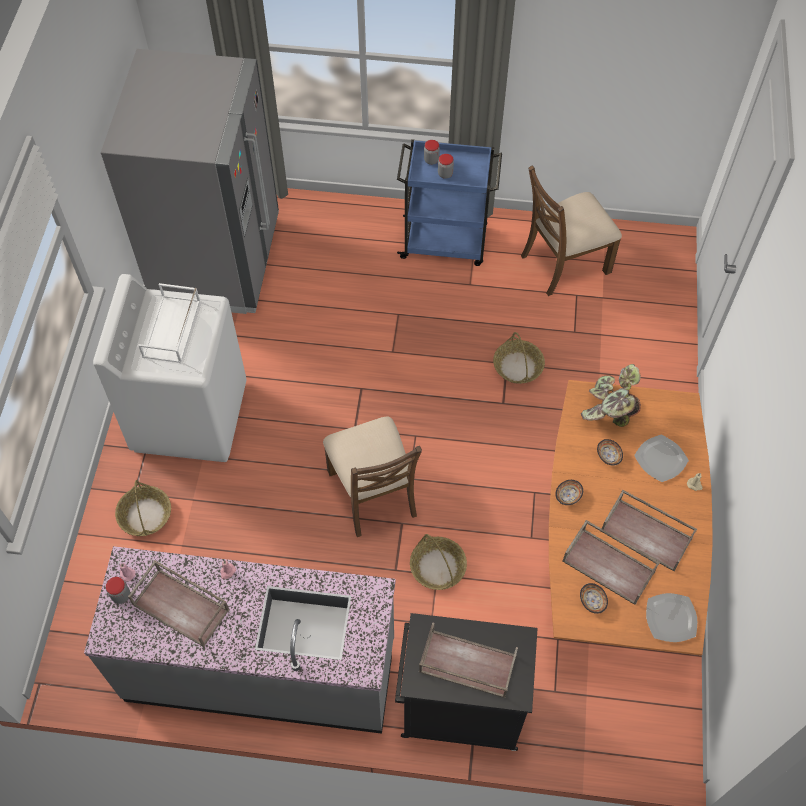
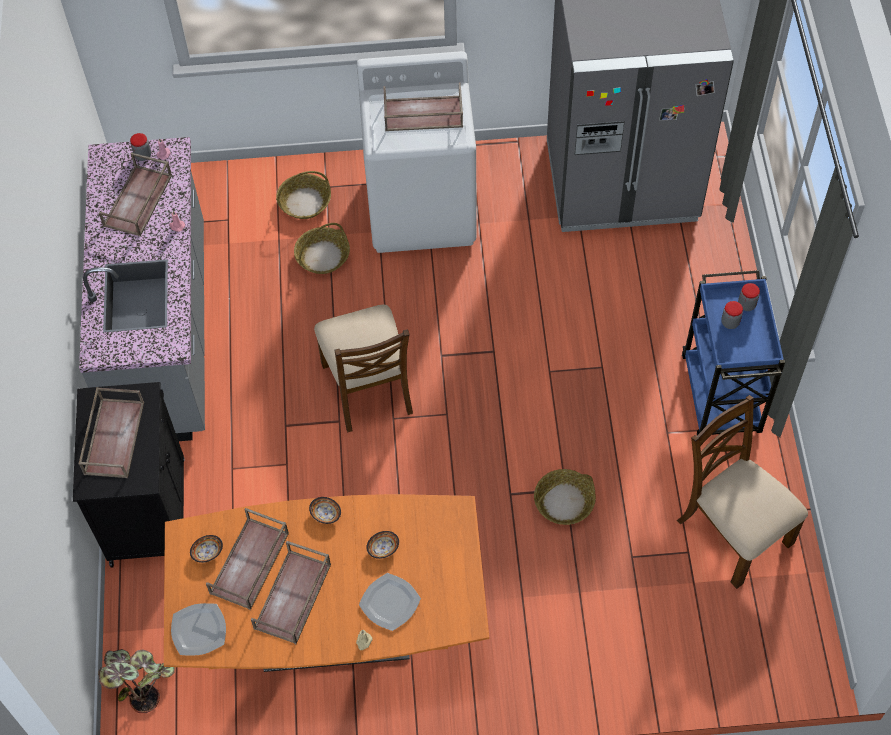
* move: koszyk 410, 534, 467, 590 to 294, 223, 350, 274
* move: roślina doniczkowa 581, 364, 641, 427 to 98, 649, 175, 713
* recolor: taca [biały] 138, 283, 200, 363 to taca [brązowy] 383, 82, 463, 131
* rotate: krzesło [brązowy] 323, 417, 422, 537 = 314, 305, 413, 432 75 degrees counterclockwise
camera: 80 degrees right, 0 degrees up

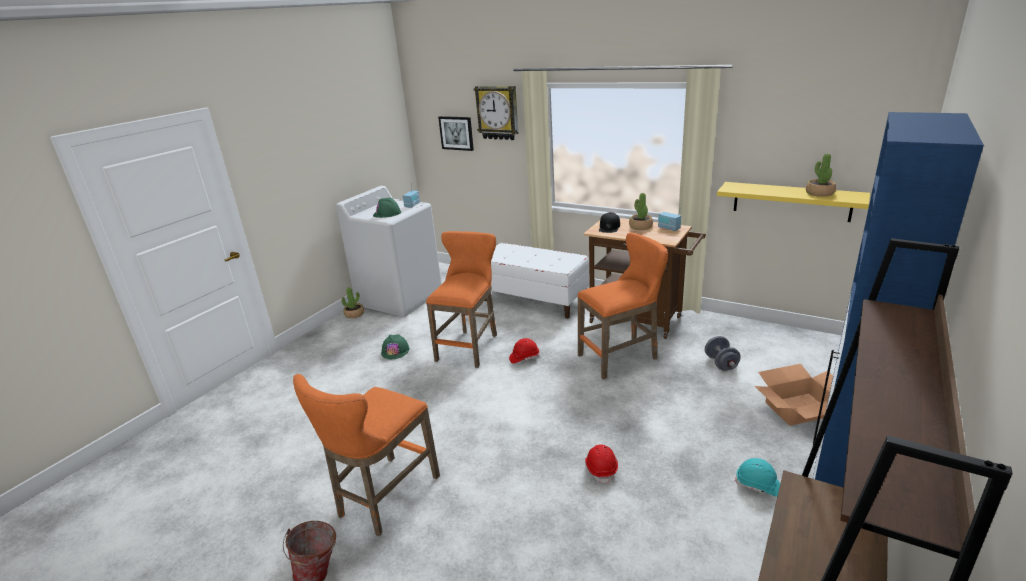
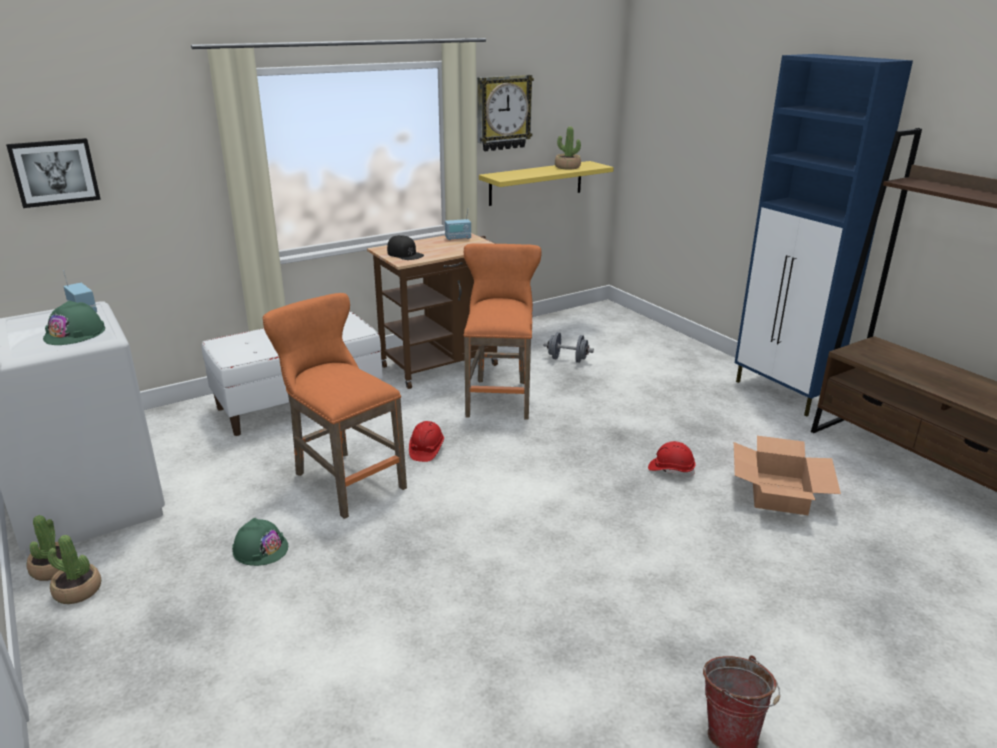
* delete: stołek [pomarańczowy] 293, 374, 440, 536
* delete: kask [turkusowy] 735, 458, 780, 497
* move: zegar ścienny 474, 86, 519, 140 to 477, 75, 534, 151
* move: roślina doniczkowa 629, 193, 653, 230 to 48, 535, 101, 604
* move: karton 755, 364, 833, 426 to 734, 436, 841, 515
camera: 65 degrees left, 0 degrees up

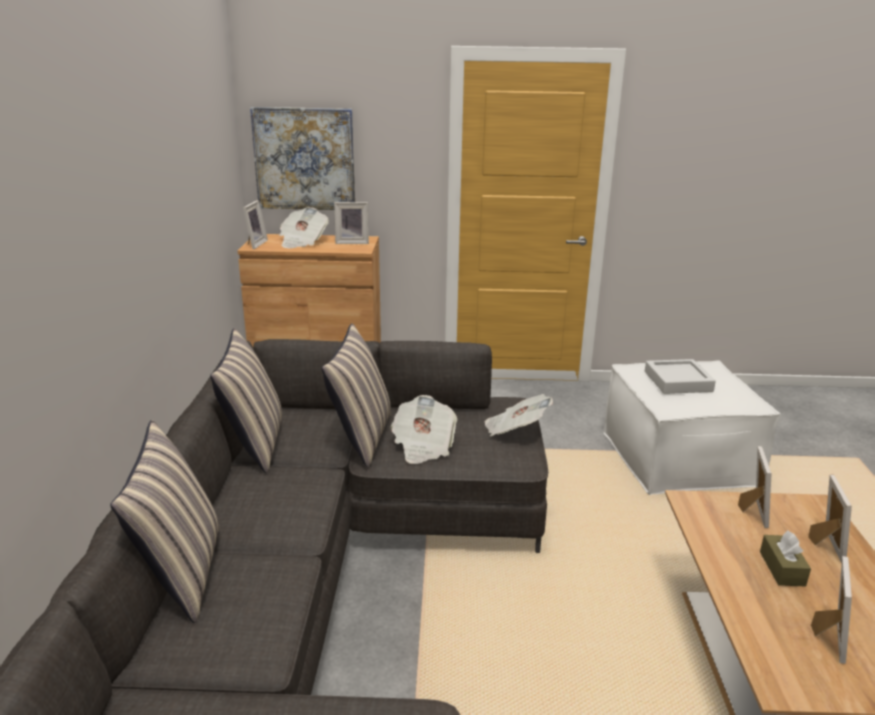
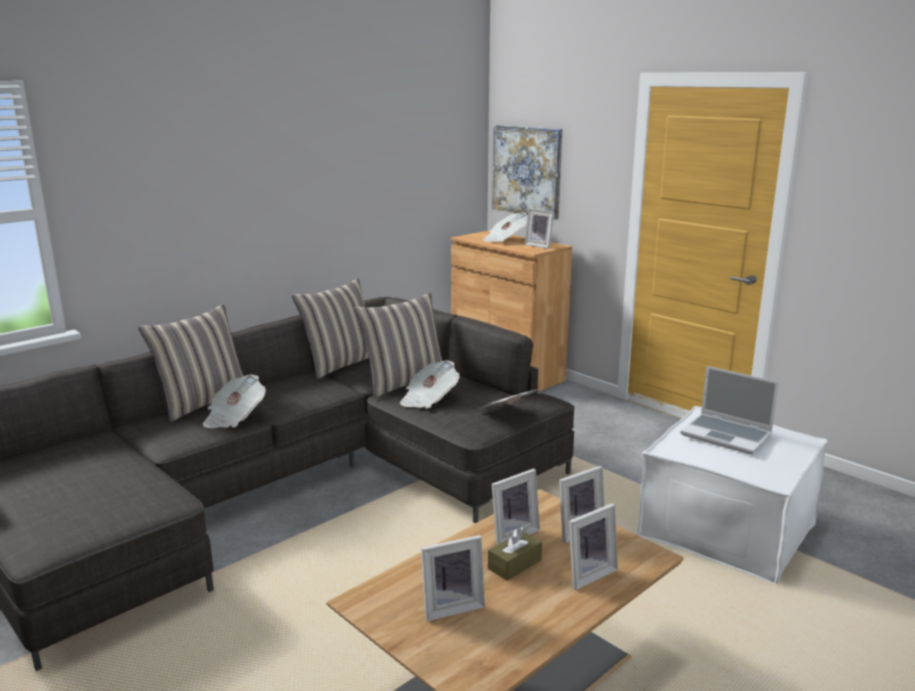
* insert: gazeta 203, 375, 266, 428
* move: ramka na zdjęcie 243, 200, 268, 249 to 492, 469, 540, 545
* replace: taca [szary] 645, 359, 716, 394 to laptop 680, 366, 779, 455
camera: 45 degrees right, 5 degrees down

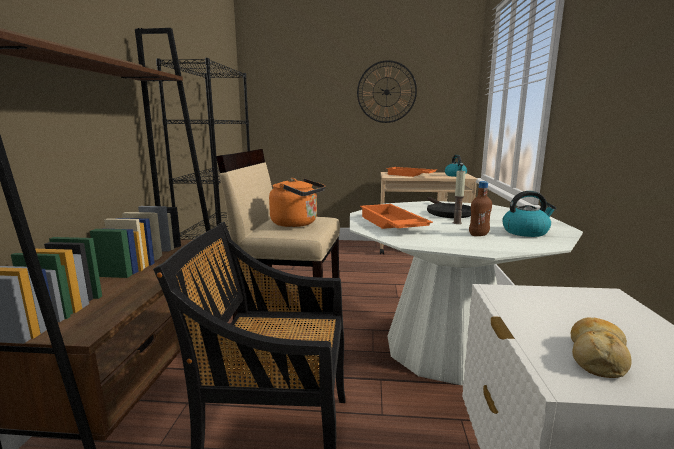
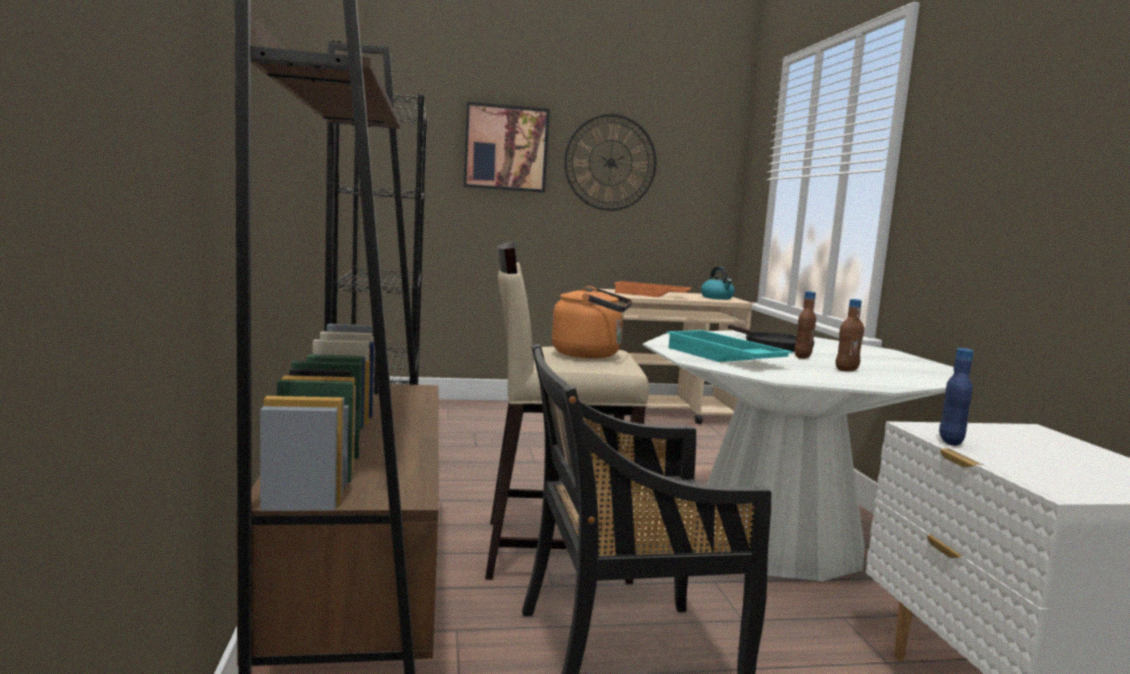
* delete: czajnik 502, 191, 556, 237
* delete: chleb 571, 317, 632, 378
* insert: obraz 463, 102, 550, 193
* insert: butelka [niebieski] 939, 348, 974, 446
* replace: świeca 452, 171, 466, 224 to butelka [brązowy] 795, 291, 816, 359
* recolor: taca [pomarańczowy] 360, 204, 433, 229 to taca [turkusowy] 666, 330, 793, 362
camera: 15 degrees left, 5 degrees down

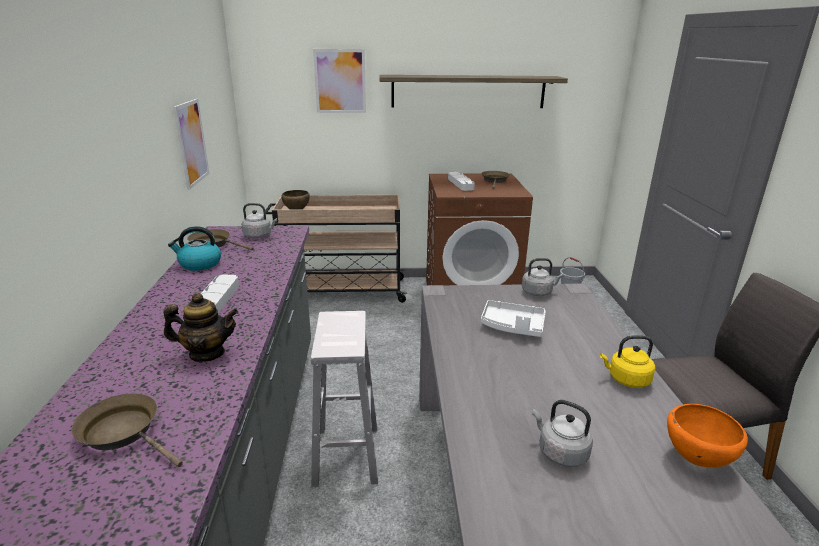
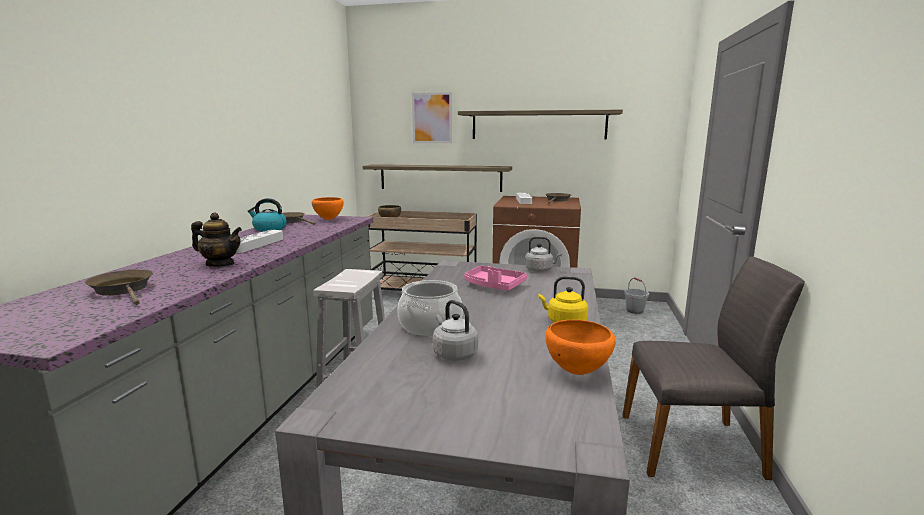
* delete: obraz 173, 99, 210, 190
* insert: półka 363, 164, 512, 192
* insert: garnek 397, 280, 463, 336
* replace: czajnik [szary] 242, 203, 277, 238 to miska [pomarańczowy] 312, 197, 344, 220
* recolor: taca [biały] 481, 300, 546, 337 to taca [różowy] 464, 266, 527, 291
camera: 15 degrees right, 10 degrees down

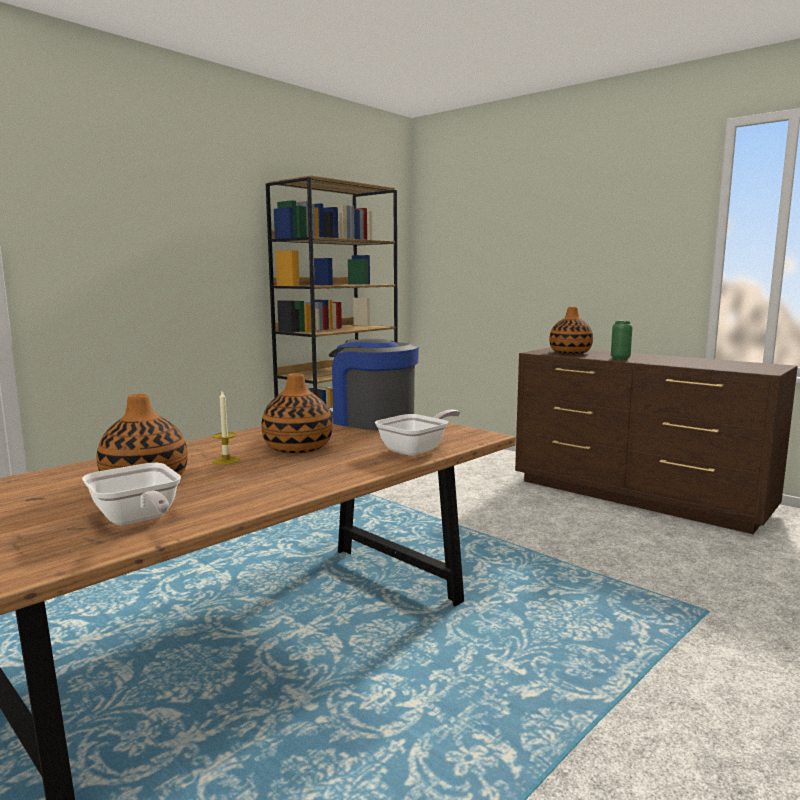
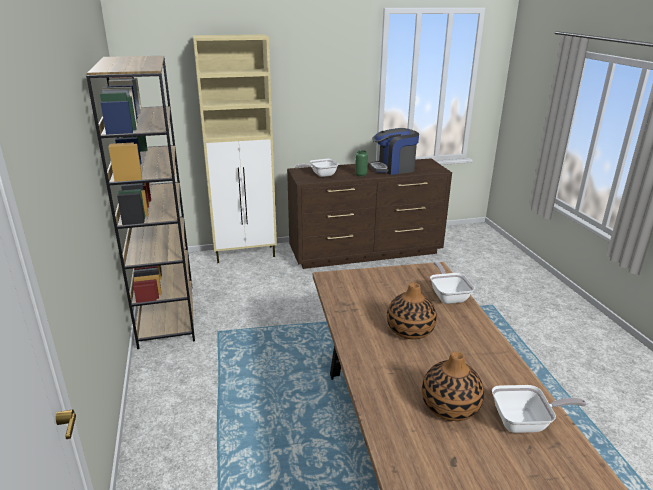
* delete: świeca 212, 391, 240, 465
* insert: szafka [beżowy] 193, 34, 277, 263
* move: ekspres do kawy 328, 339, 419, 431 to 369, 128, 419, 175
* replace: wazon 549, 307, 593, 354 to patelnia 295, 159, 339, 177
camera: 55 degrees left, 15 degrees up

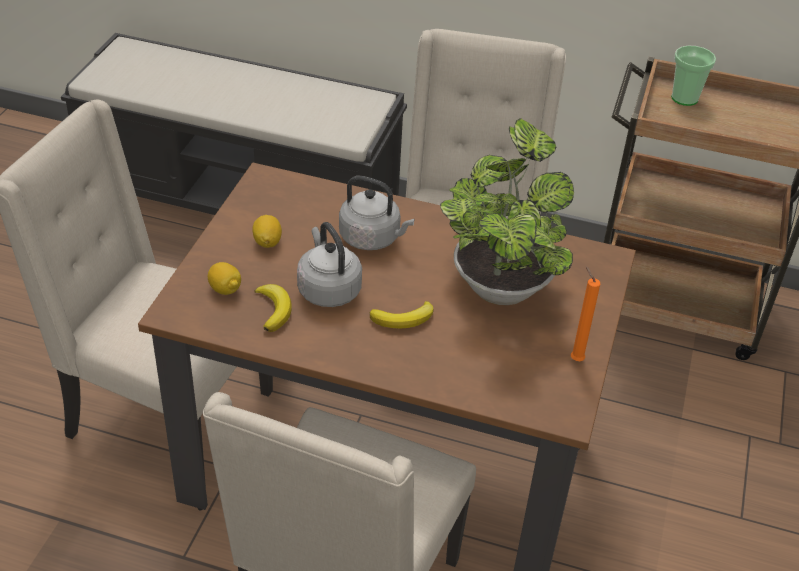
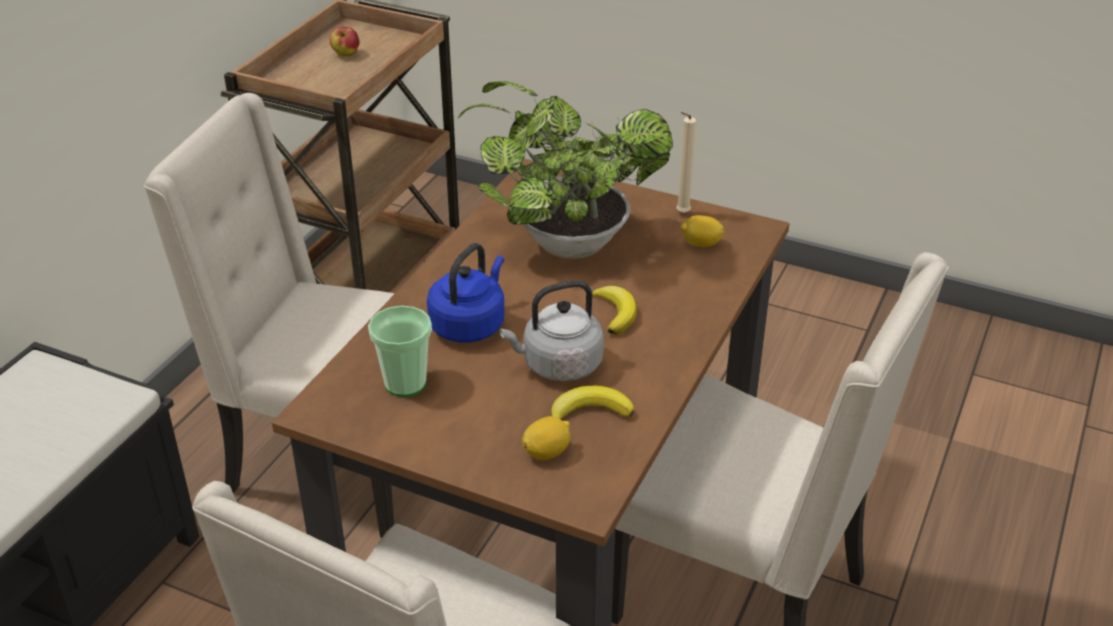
* insert: jabłko 330, 26, 360, 56
* move: cytryna 252, 215, 282, 248 to 681, 215, 724, 247
* move: filiżanka 671, 46, 716, 106 to 368, 306, 432, 397
* recolor: czajnik [szary] 339, 176, 415, 250 to czajnik [niebieski] 427, 243, 505, 343
* recolor: świeca [pomarańczowy] 571, 266, 600, 361 to świeca [beżowy] 676, 112, 696, 213
camera: 80 degrees left, 5 degrees down

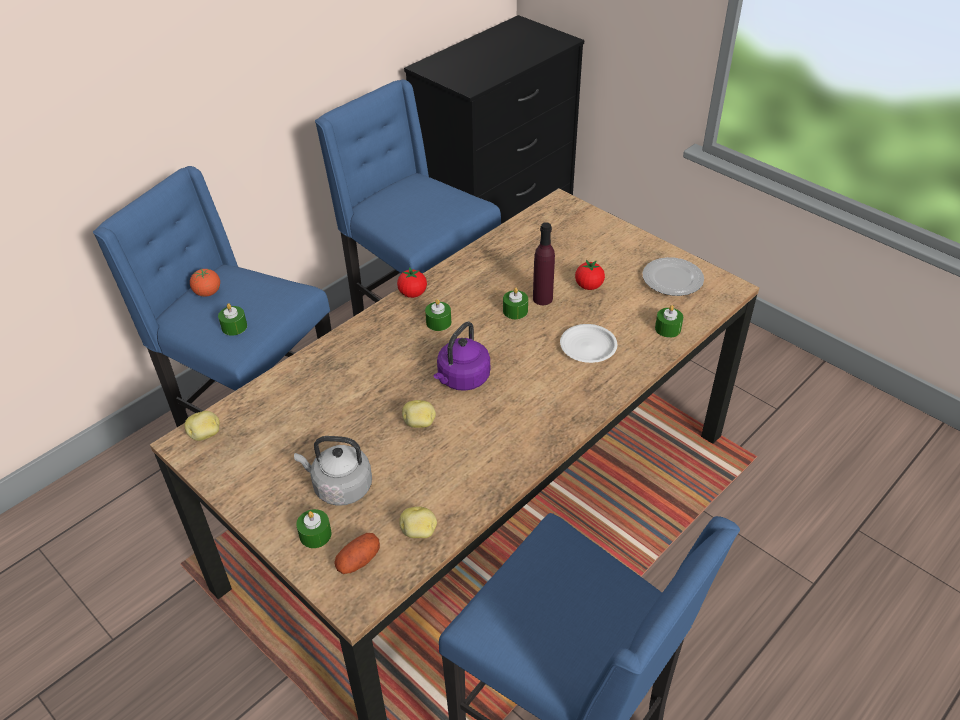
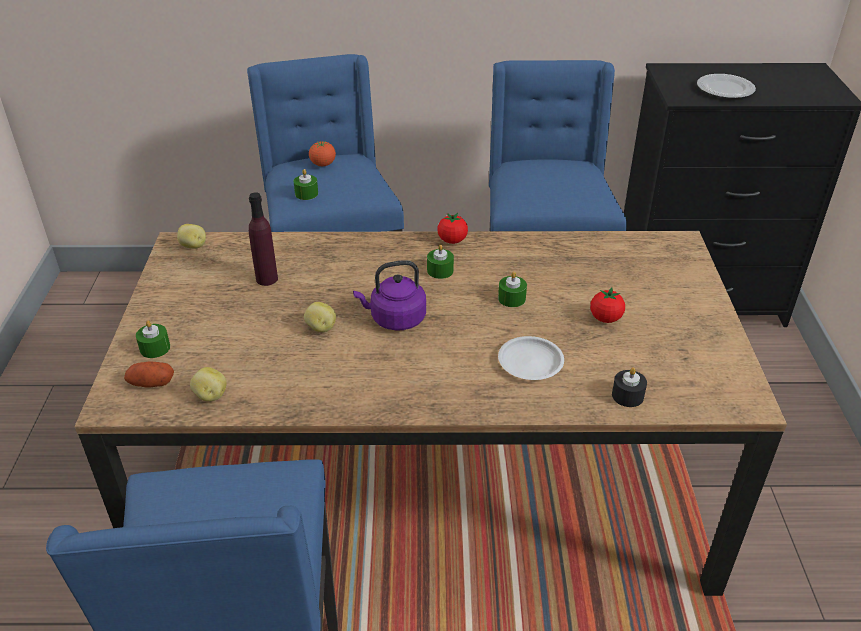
* delete: czajnik [szary] 294, 436, 372, 506
* move: butelka [fioletowy] 533, 222, 555, 305 to 249, 192, 278, 286
* move: talerz 643, 257, 704, 296 to 697, 74, 756, 98
* recolor: świeca [zielony] 655, 305, 683, 338 to świeca [czarny] 612, 367, 647, 407
camera: 45 degrees right, 5 degrees down

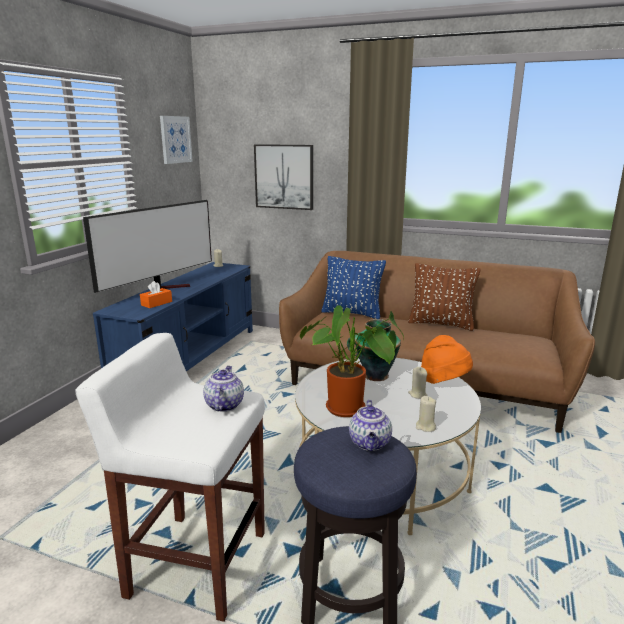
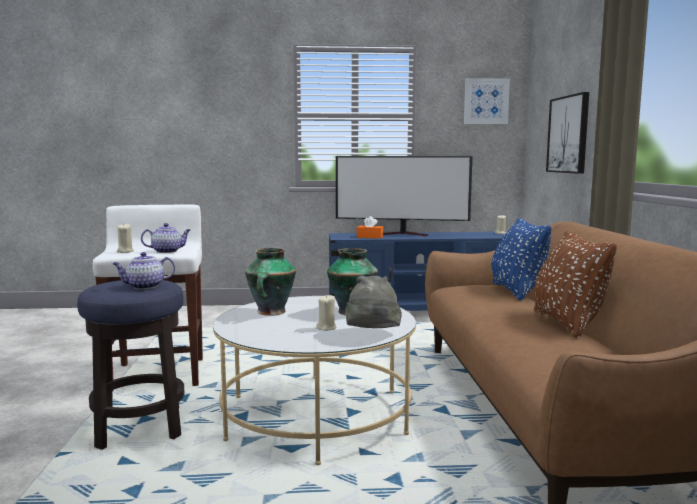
* move: świeca [beżowy] 416, 396, 436, 432 to 117, 223, 134, 253
* replace: roślina doniczkowa 300, 305, 404, 417 to wazon 245, 248, 296, 316
* recolor: kapelusz [pomarańczowy] 421, 335, 473, 384 to kapelusz [szary] 345, 276, 402, 328
camera: 65 degrees right, 10 degrees down

